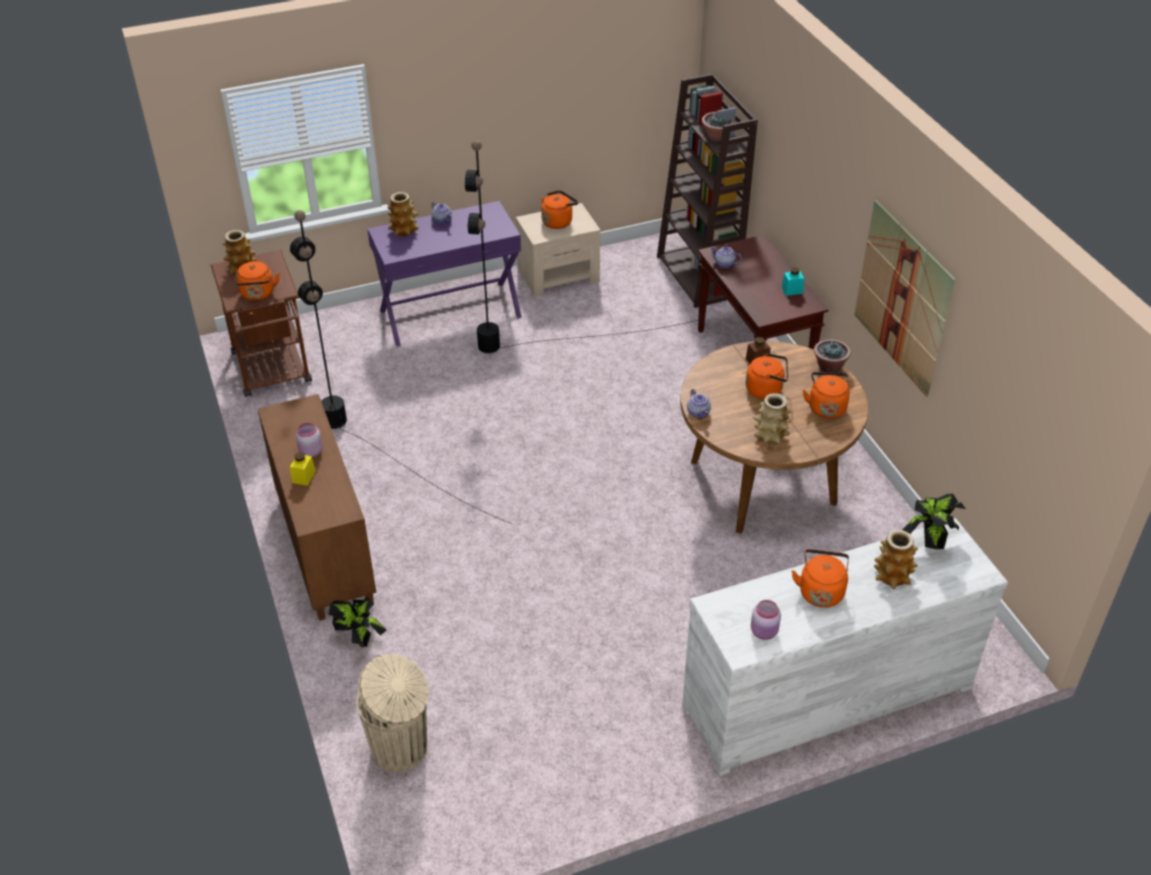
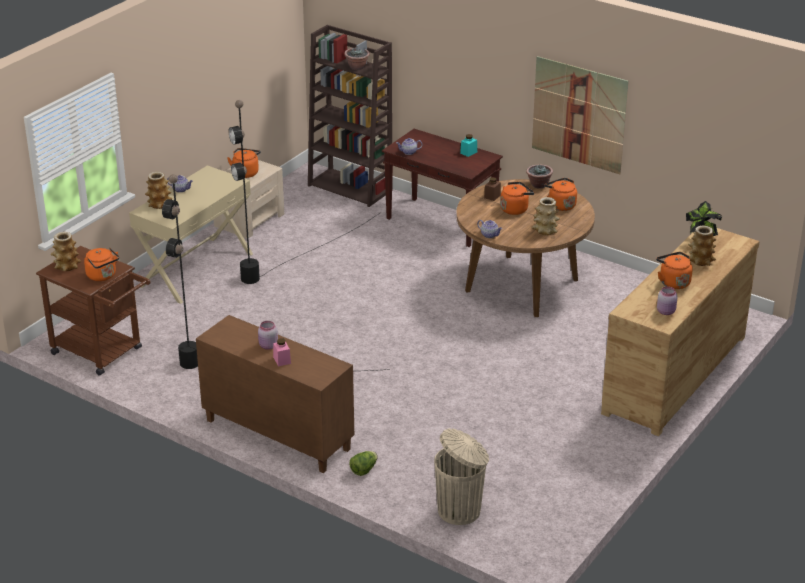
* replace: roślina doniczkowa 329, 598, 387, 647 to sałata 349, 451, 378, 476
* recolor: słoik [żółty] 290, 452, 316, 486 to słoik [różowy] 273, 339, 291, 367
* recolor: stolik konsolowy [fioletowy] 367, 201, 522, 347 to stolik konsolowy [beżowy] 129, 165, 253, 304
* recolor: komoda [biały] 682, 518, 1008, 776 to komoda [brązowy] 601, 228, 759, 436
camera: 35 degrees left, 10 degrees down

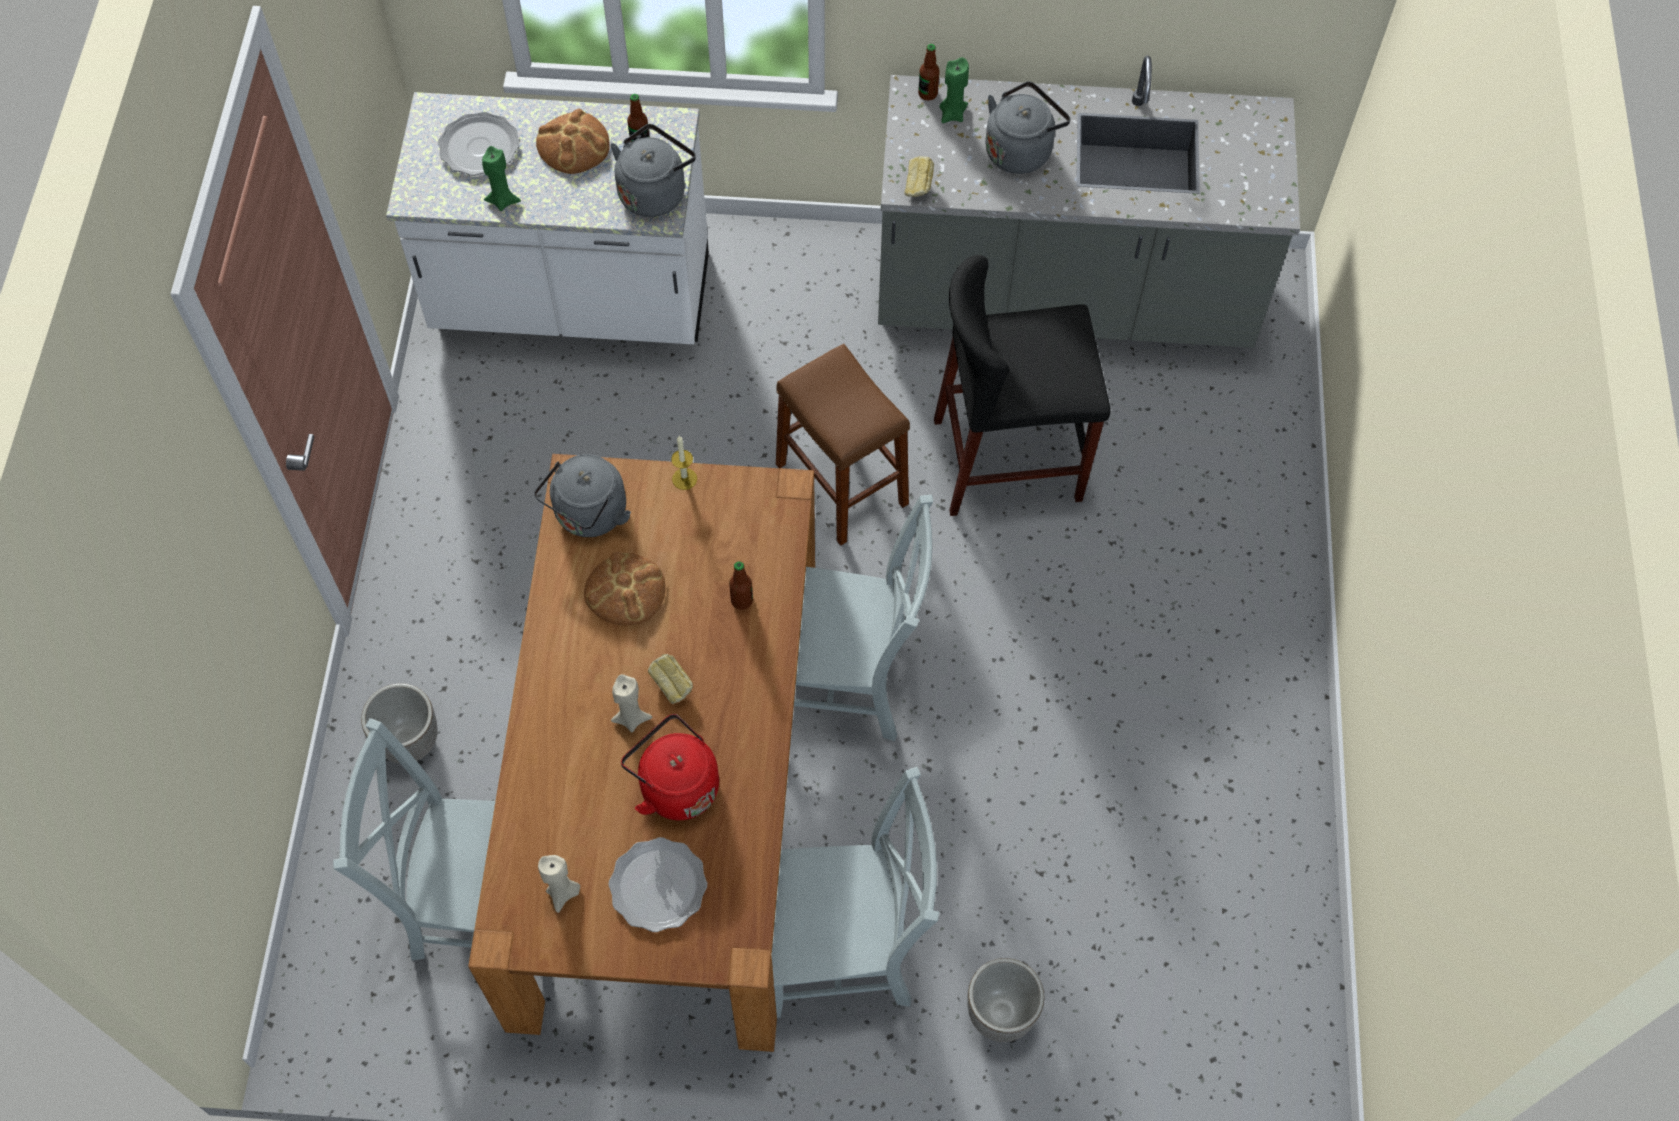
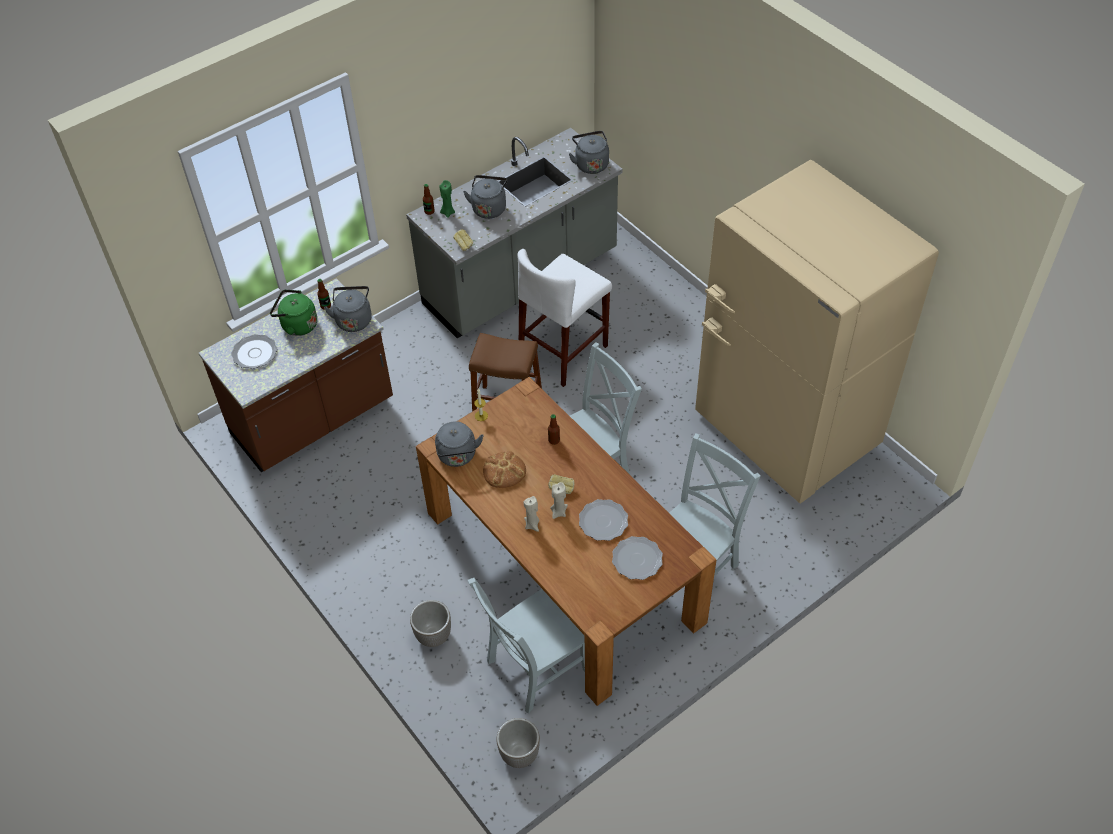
* delete: świeca [zielony] 482, 146, 521, 211
* insert: czajnik [szary] 569, 131, 609, 174
* insert: lodówka [beżowy] 695, 160, 939, 503
* move: świeca [beżowy] 538, 855, 580, 913 to 524, 496, 539, 532
* move: donica 967, 958, 1044, 1042 to 496, 718, 540, 768
* replace: chleb 536, 109, 610, 174 to czajnik [zielony] 270, 290, 317, 336
* replace: czajnik [czerwony] 621, 714, 719, 821 to talerz 579, 499, 628, 541
* recolor: zabudowa kuchenna [biały] 386, 92, 709, 345 to zabudowa kuchenna [brązowy] 199, 278, 393, 472
* recolor: stołek [czarny] 934, 255, 1110, 516 to stołek [biały] 517, 249, 612, 387
camera: 40 degrees left, 10 degrees down

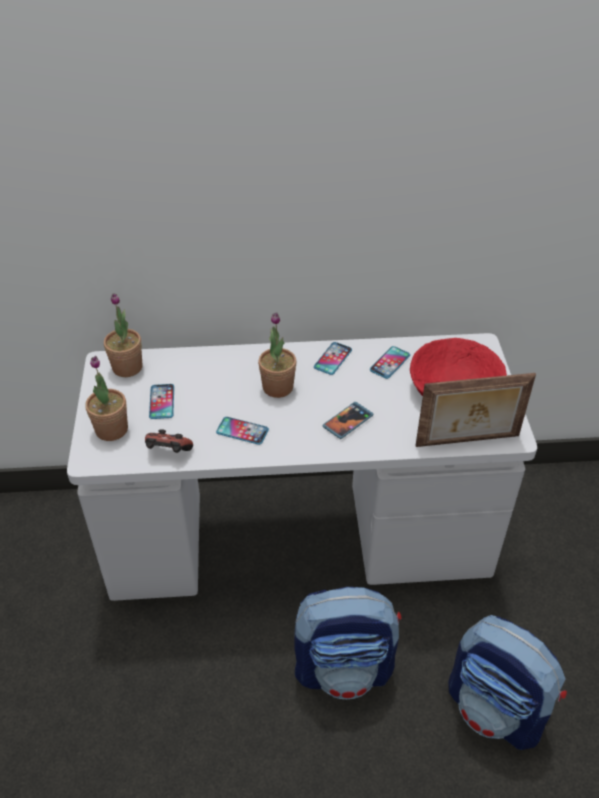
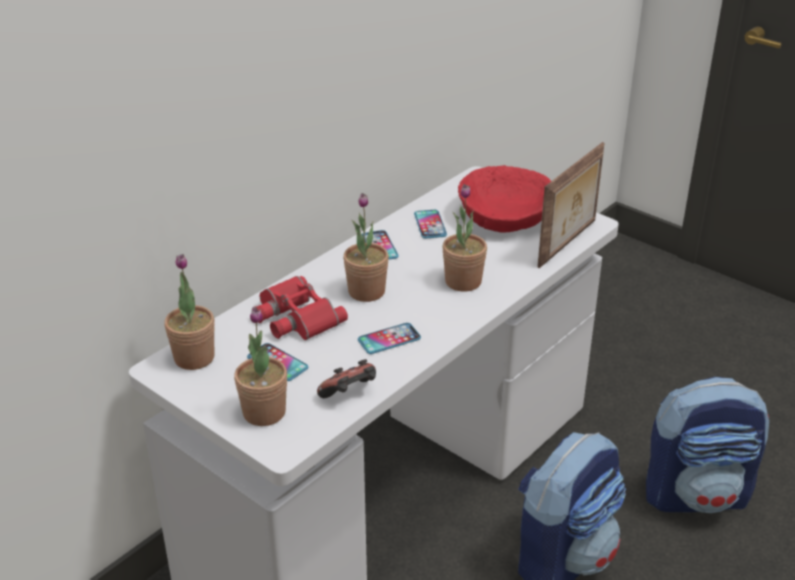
* insert: lornetka [czerwony] 254, 276, 348, 340
* replace: telefon 322, 402, 374, 439 to roślina doniczkowa 442, 184, 487, 292
camera: 45 degrees left, 10 degrees down

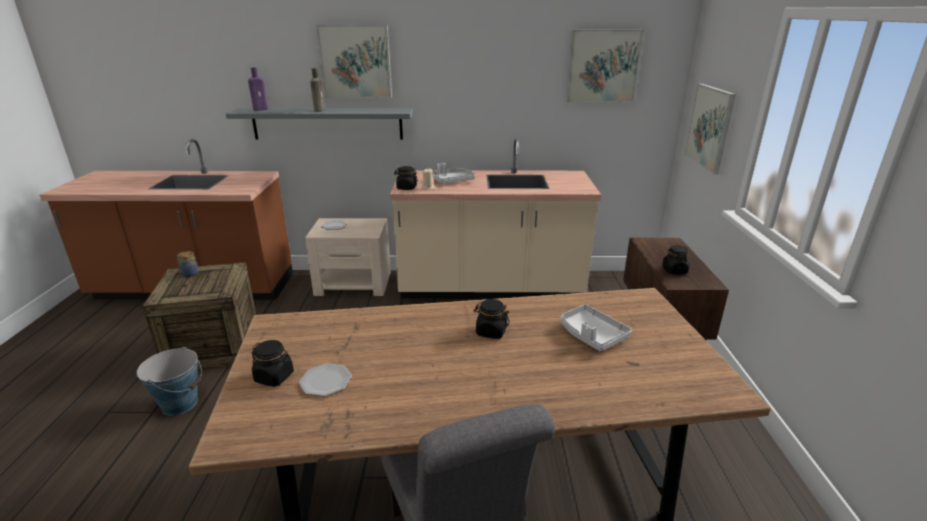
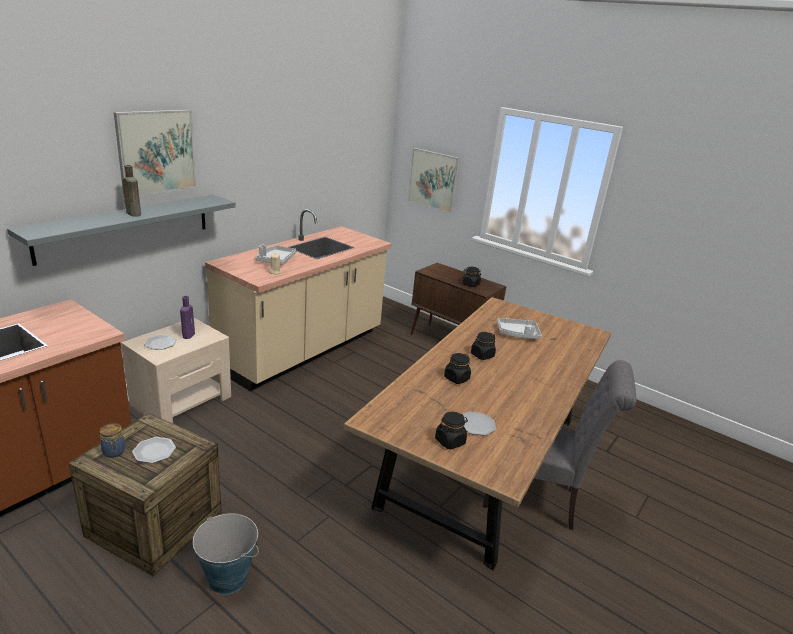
* delete: obraz 566, 29, 644, 103
* insert: talerz 132, 437, 176, 463
* move: butelka [fioletowy] 248, 67, 268, 111 to 180, 296, 195, 339
* move: słoik [czarny] 394, 166, 418, 190 to 444, 353, 471, 384
camera: 55 degrees left, 0 degrees up

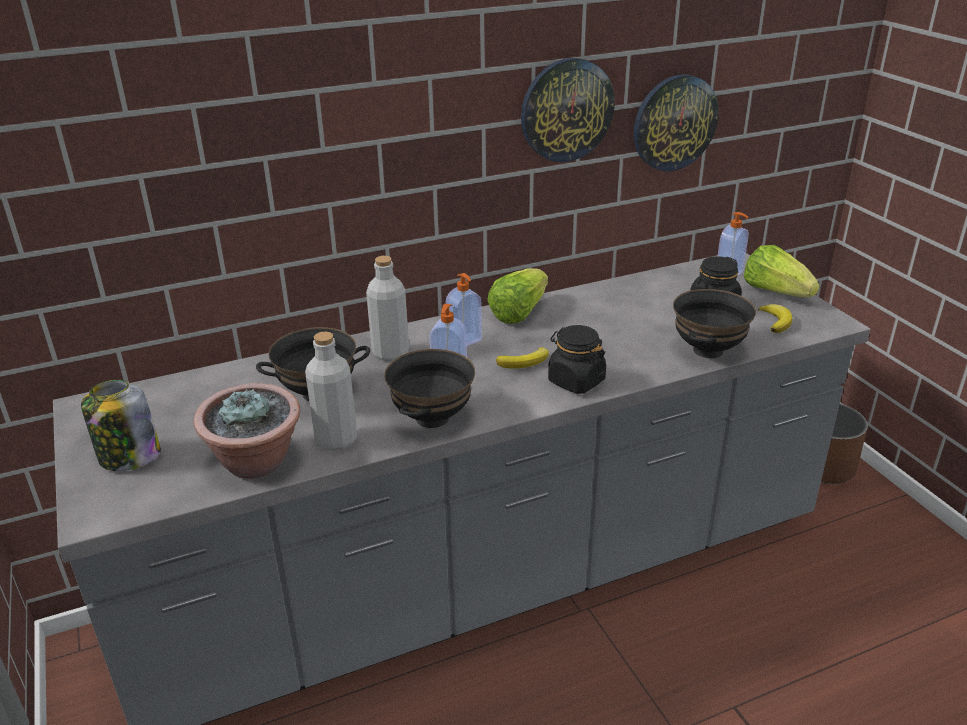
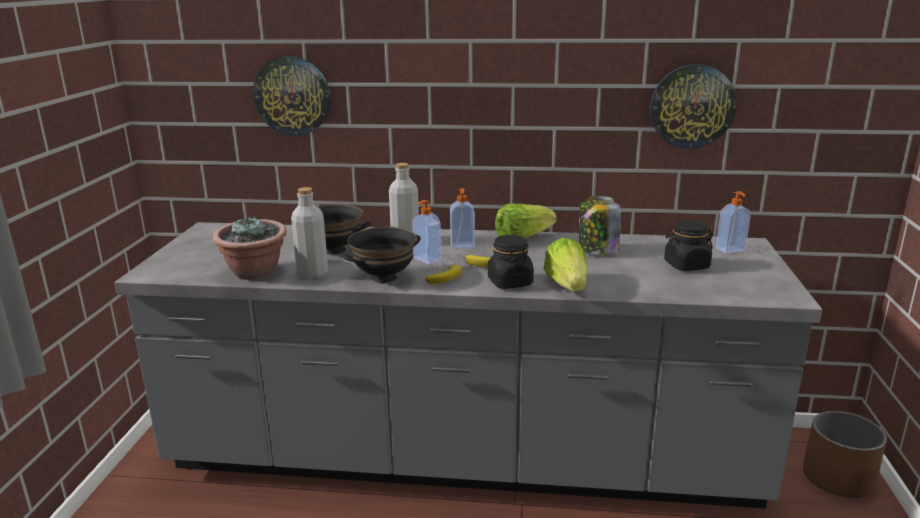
* delete: miska [czarny] 673, 289, 756, 358
* move: słoik 81, 380, 161, 471 to 579, 196, 621, 255
* move: zegar ścienny 521, 58, 615, 162 to 253, 56, 331, 136
* move: sałata 744, 245, 820, 297 to 543, 238, 587, 291
* move: banan 758, 304, 792, 333 to 426, 265, 462, 284
camera: 30 degrees right, 10 degrees down

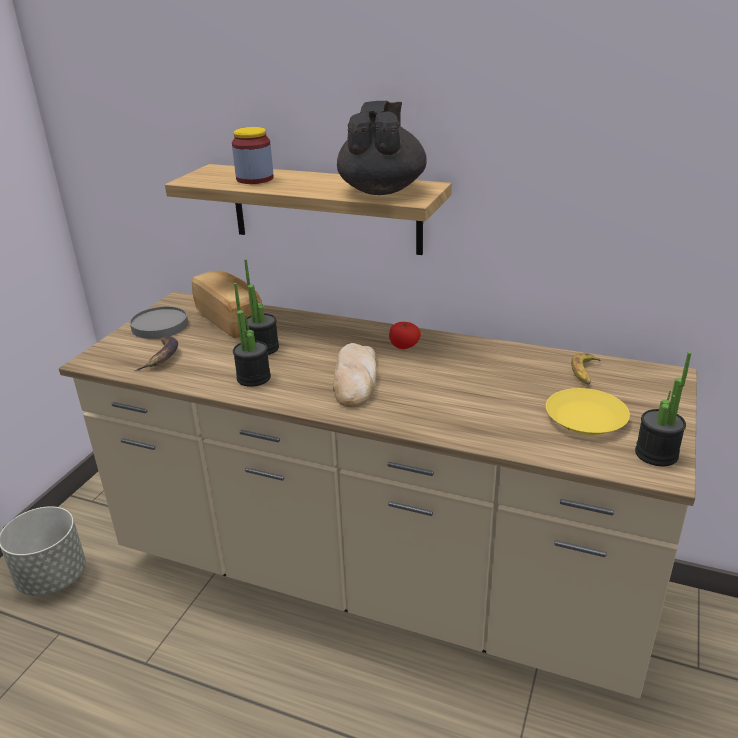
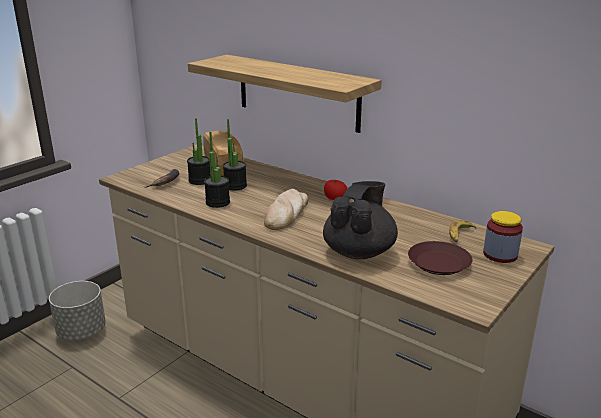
* delete: talerz [szary] 130, 306, 188, 339
* move: słoik 232, 127, 274, 184 to 483, 211, 523, 263
* move: imbryk [czarny] 337, 101, 427, 195 to 323, 181, 398, 259
* move: roślina doniczkowa 635, 352, 691, 466 to 187, 118, 211, 185
* recolor: talerz [żółty] 546, 388, 630, 435 to talerz [brązowy] 408, 241, 473, 275
camera: 15 degrees right, 5 degrees down

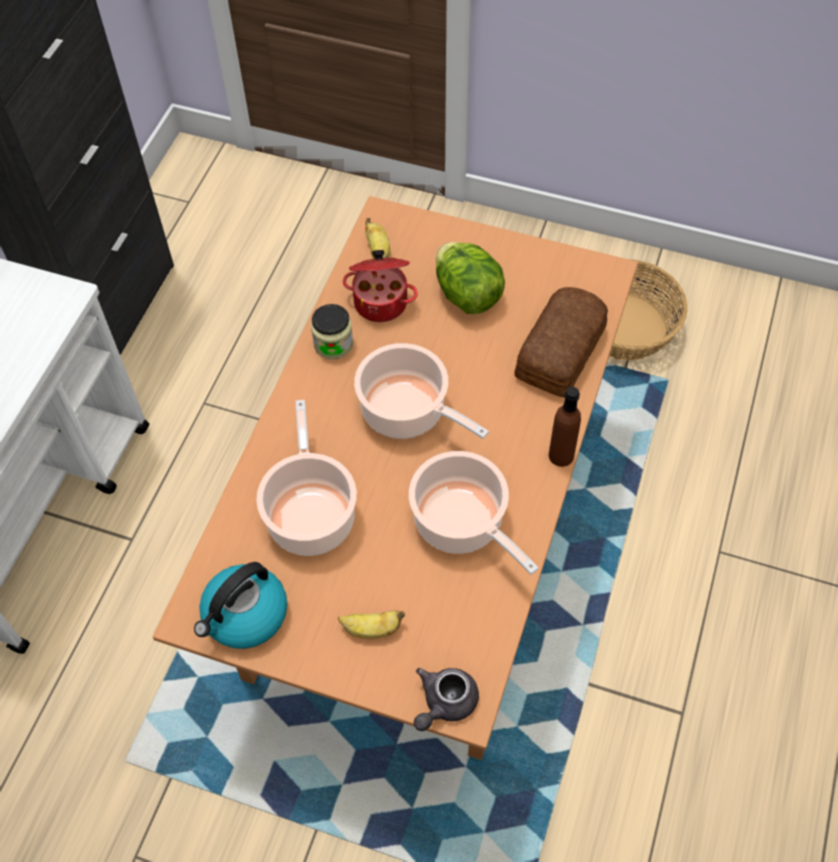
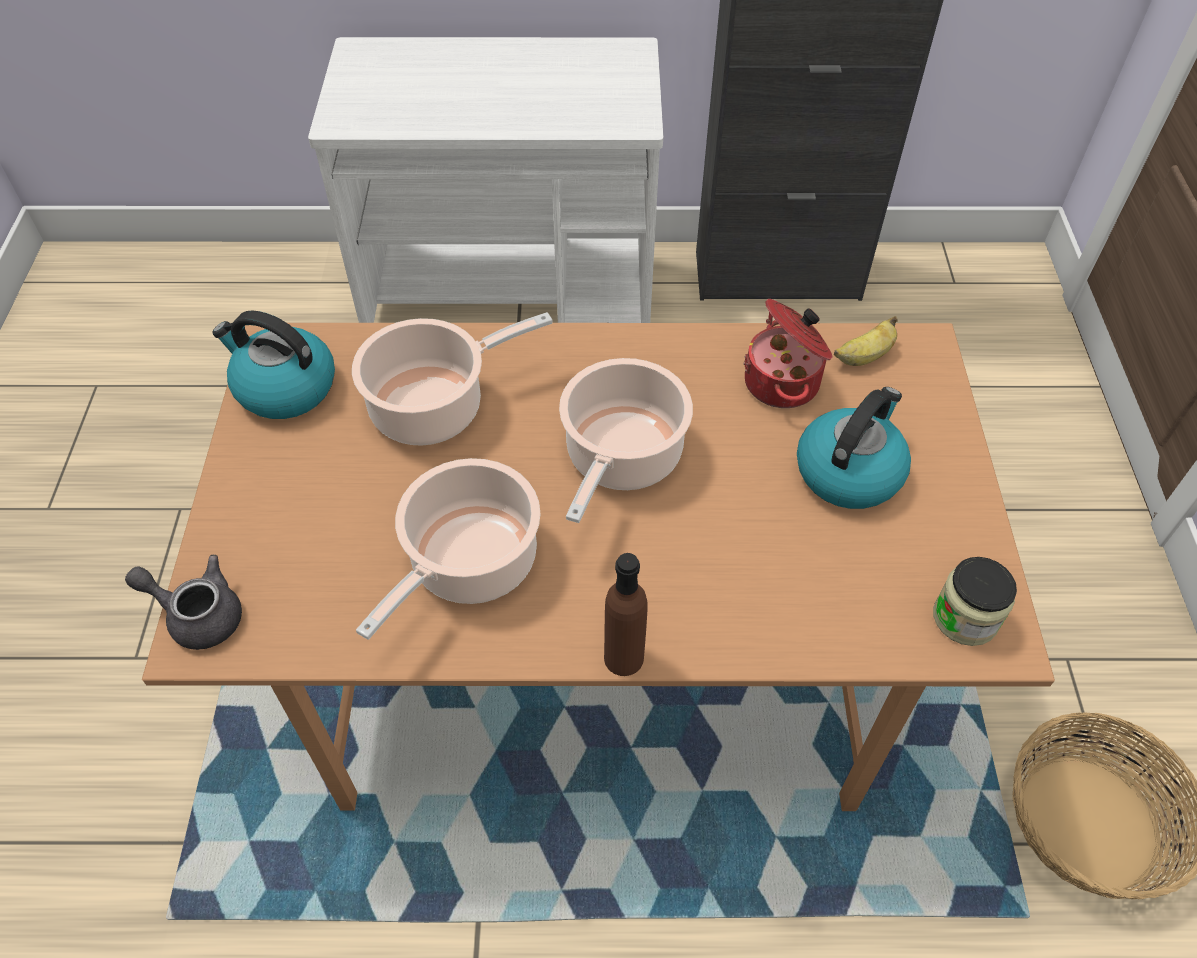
* delete: banan 338, 610, 405, 639
* delete: chleb 515, 287, 608, 398
* move: słoik 311, 304, 353, 359 to 933, 557, 1017, 646
* replace: sałata 436, 242, 505, 314 to czajnik 797, 387, 911, 509
camera: 70 degrees right, 5 degrees down

